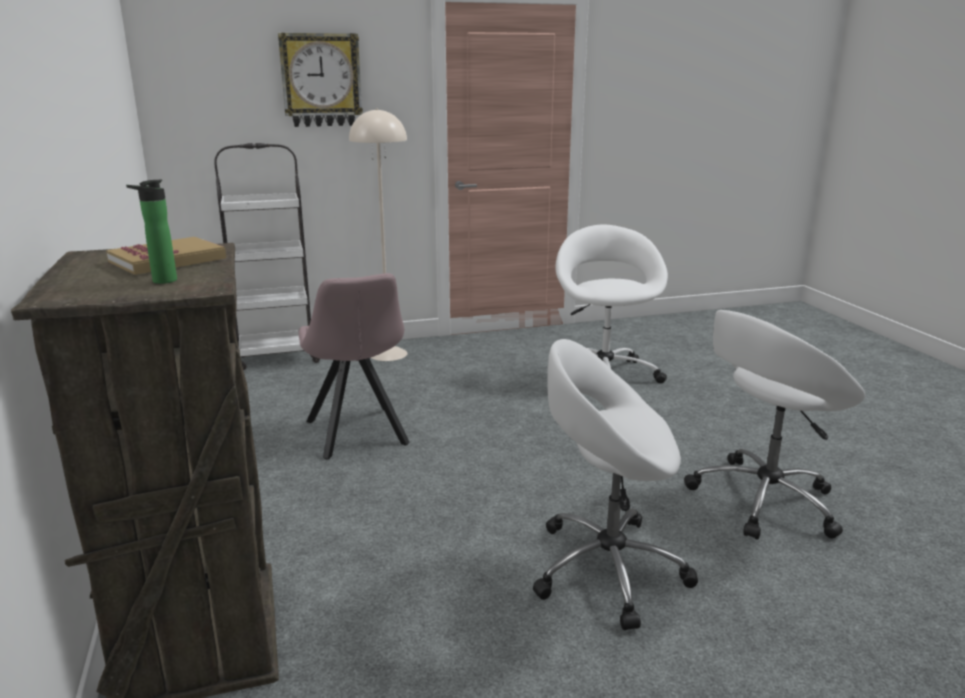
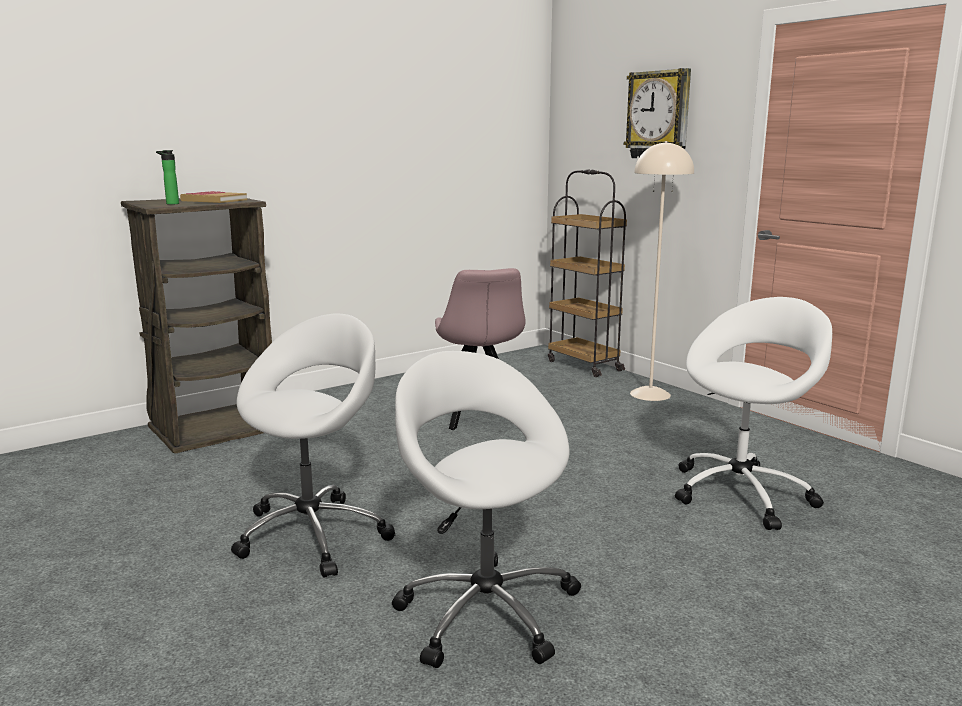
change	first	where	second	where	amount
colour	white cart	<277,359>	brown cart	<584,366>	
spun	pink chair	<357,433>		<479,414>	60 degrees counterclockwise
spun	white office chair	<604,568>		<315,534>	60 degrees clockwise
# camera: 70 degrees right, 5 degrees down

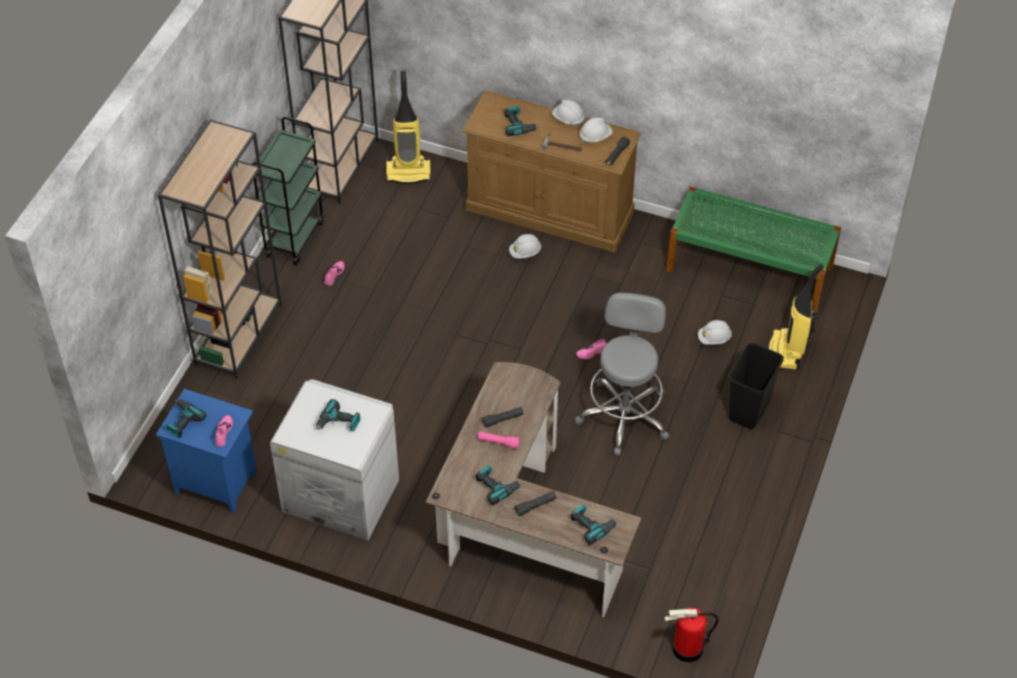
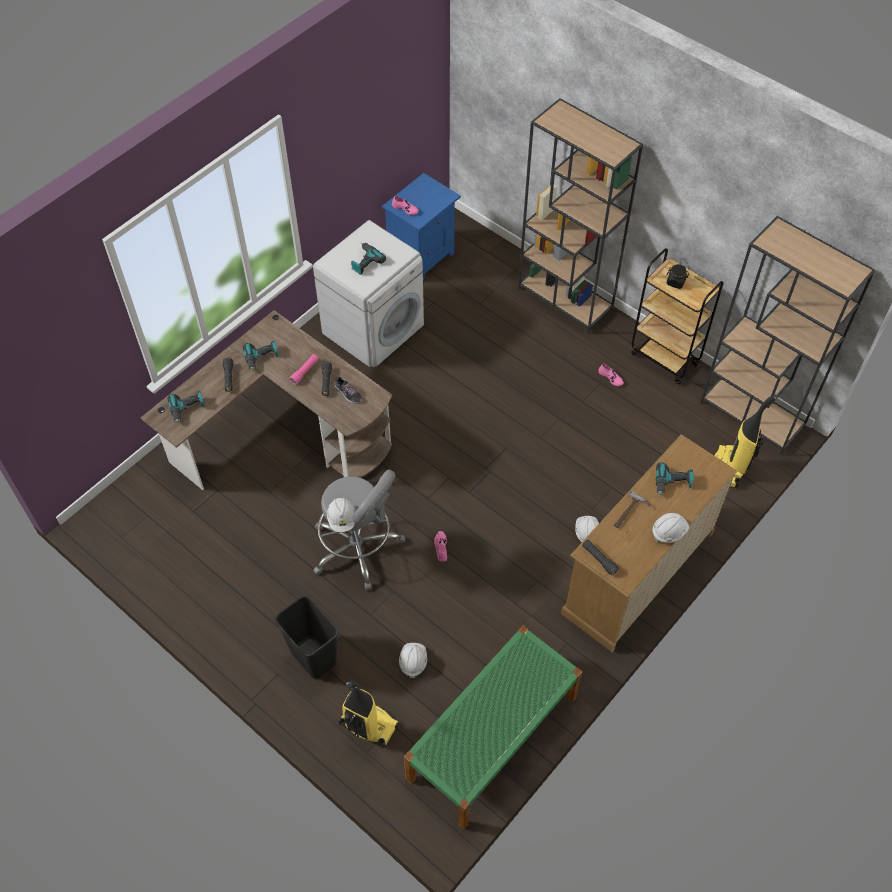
change	first	where	second	where	amount
colour	green cart	<294,238>	brown cart	<665,360>	
relocated	white hard hat	<595,137>		<342,519>	
missing	power drill	<182,421>			
missing	fire extinguisher	<687,649>			
appeared			black jar	<676,282>	
appeared			shoe	<348,393>	
# camera: 110 degrees right, 5 degrees up

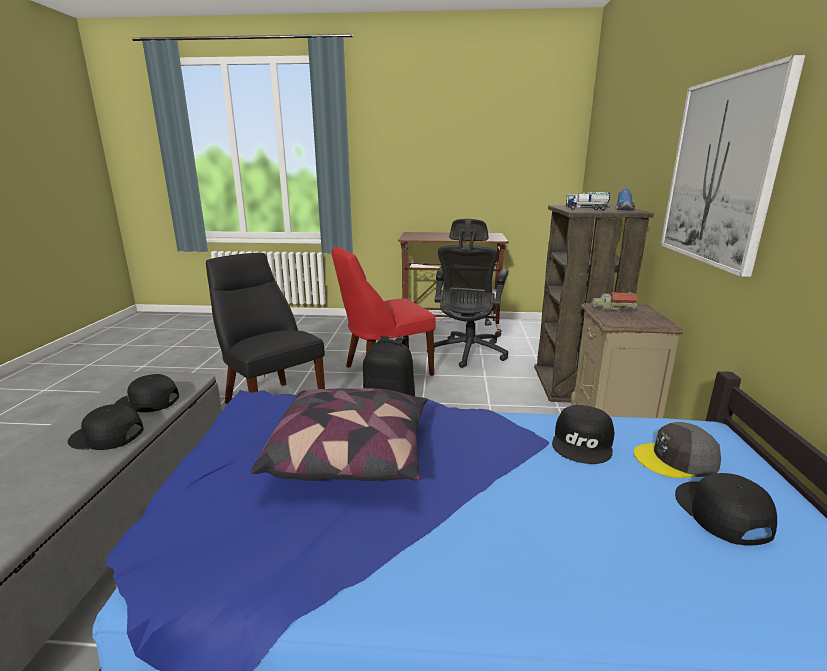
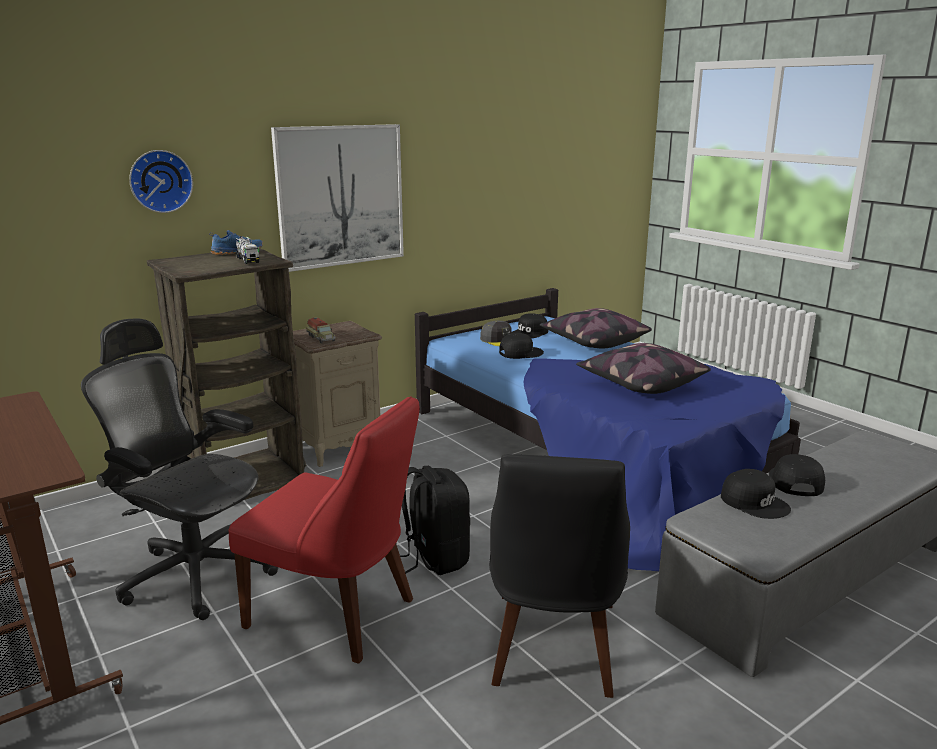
change	first	where	second	where	amount
spun	office chair	<467,354>		<193,573>	120 degrees counterclockwise
spun	black cap	<106,436>		<794,481>	135 degrees counterclockwise
appeared			wall clock	<160,181>	
appeared			pillow	<593,342>	
# camera: 130 degrees left, 0 degrees up

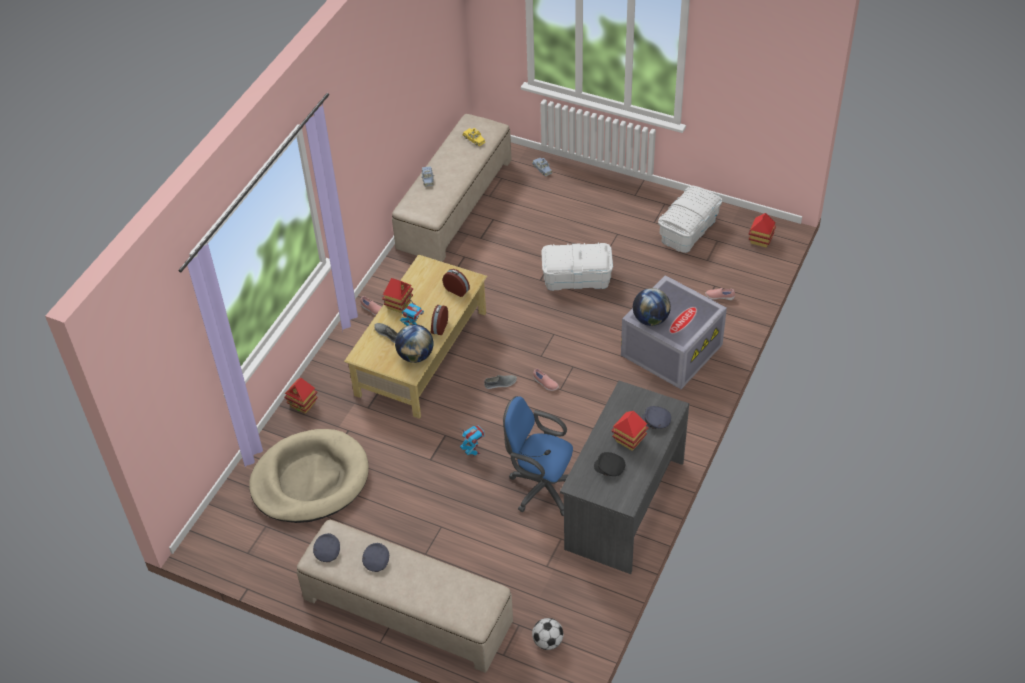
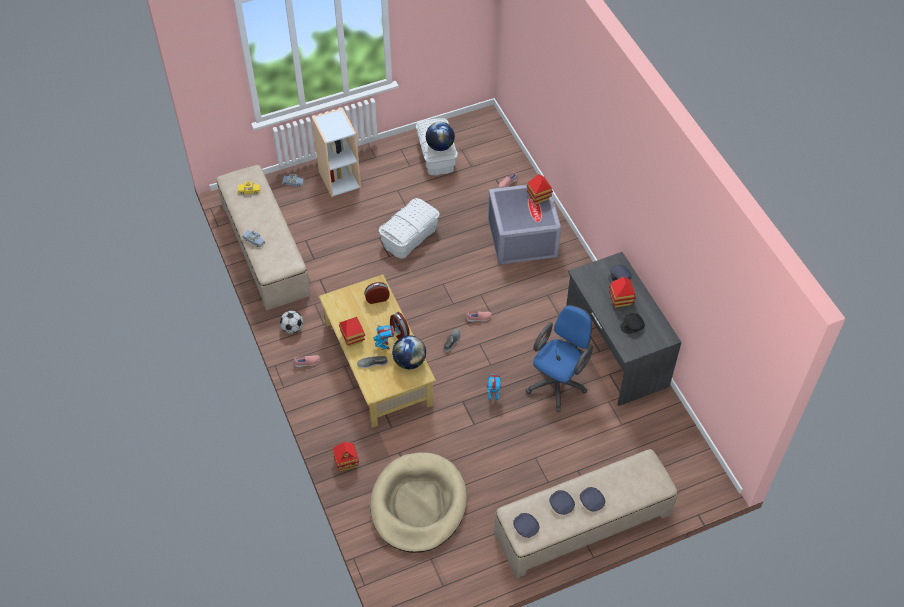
change	first	where	second	where	amount
relocated	toy house	<760,240>		<538,197>	
relocated	globe	<650,319>		<440,146>	
spun	blue office chair	<540,487>		<558,382>	150 degrees clockwise
relocated	football	<547,641>		<292,328>	
appeared			bookcase	<340,178>	
appeared			grey cap	<591,501>	
# camera: 50 degrees left, 5 degrees up

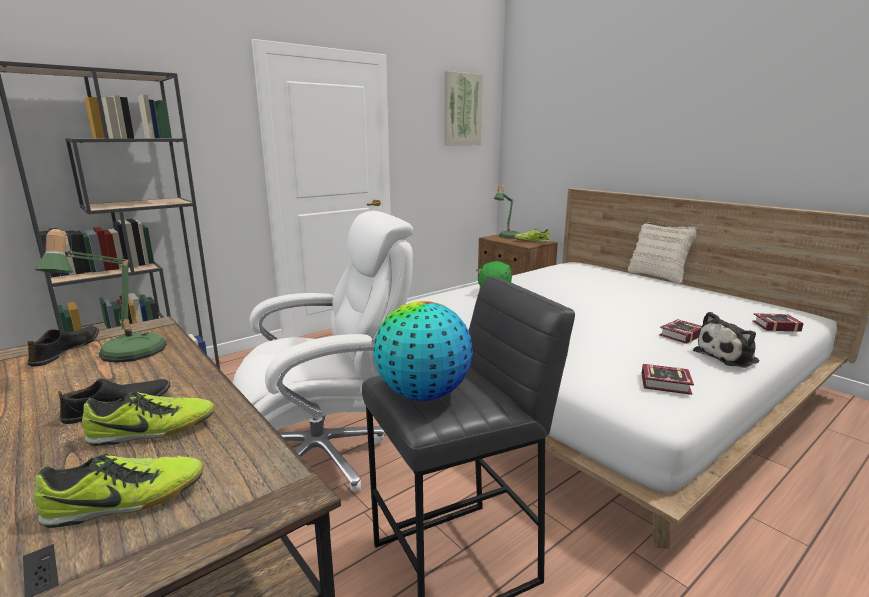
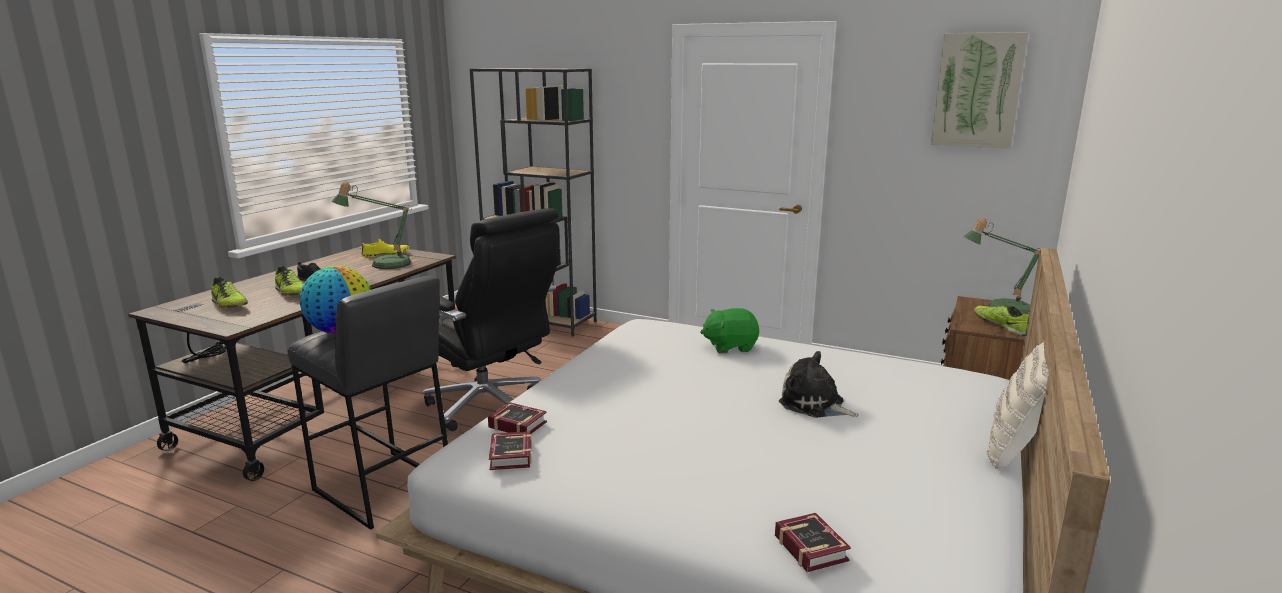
change	first	where	second	where	amount
colour	white office chair	<327,456>	black office chair	<489,407>	
relocated	plush toy	<728,356>		<814,405>	
relocated	book	<679,335>		<516,423>	
colour	black shoe	<66,350>	yellow shoe	<386,254>	
# camera: 65 degrees right, 0 degrees up

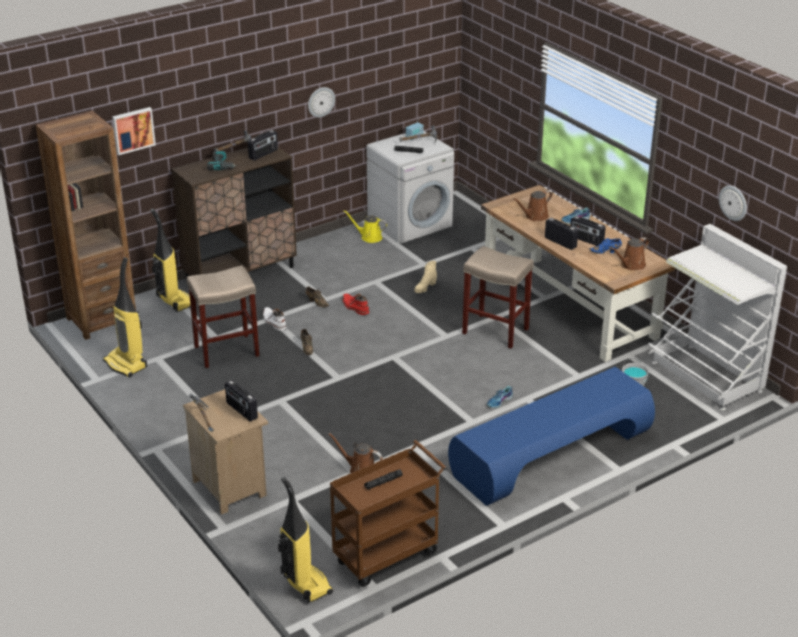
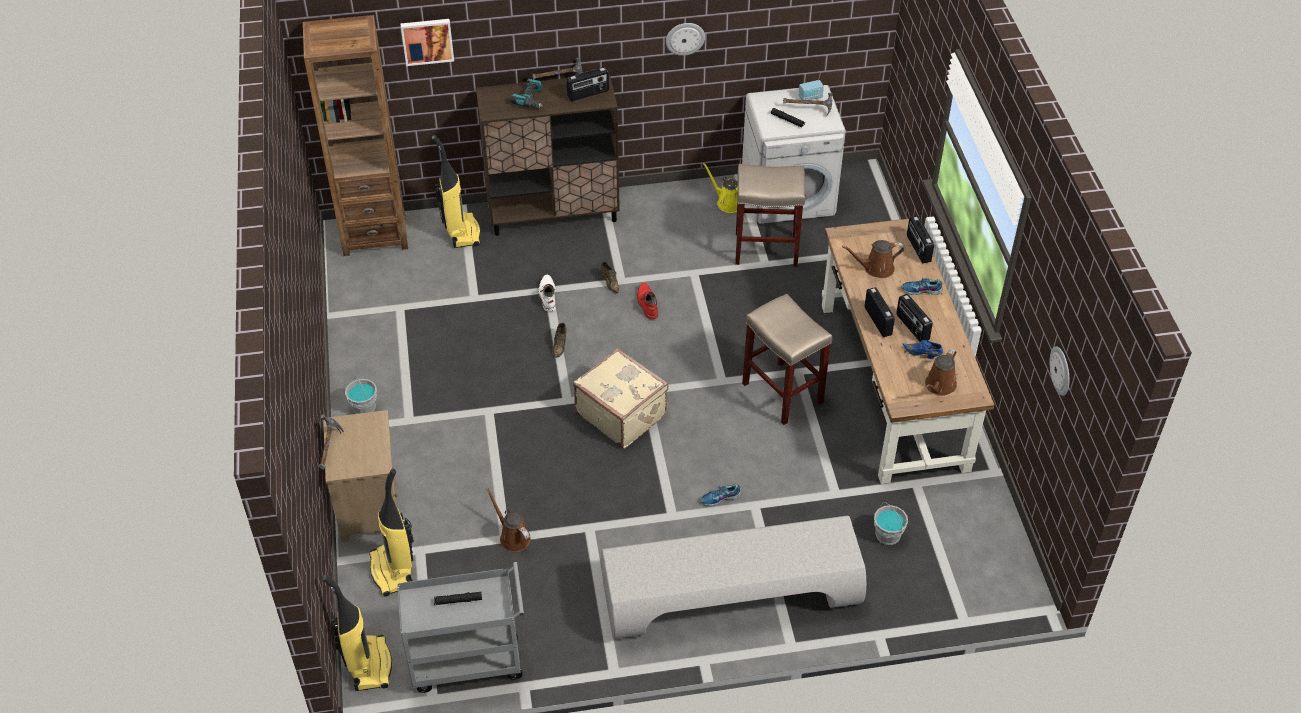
change	first	where	second	where	amount
missing	white shoe rack	<703,378>			
spun	brown watering can	<631,265>		<939,386>	45 degrees counterclockwise
relocated	vacuum cleaner	<126,364>		<393,571>	
missing	beige boot	<425,288>			
relocated	beige stool	<227,350>		<767,249>	
colour	blue bench	<551,454>	grey bench	<730,594>	
relocated	radio	<241,411>		<918,249>	
colour	brown cart	<388,557>	grey cart	<470,665>	
appeared			beige suitcase	<621,413>	
appeared			grey bucket	<364,407>	
# camera: 25 degrees right, 15 degrees up

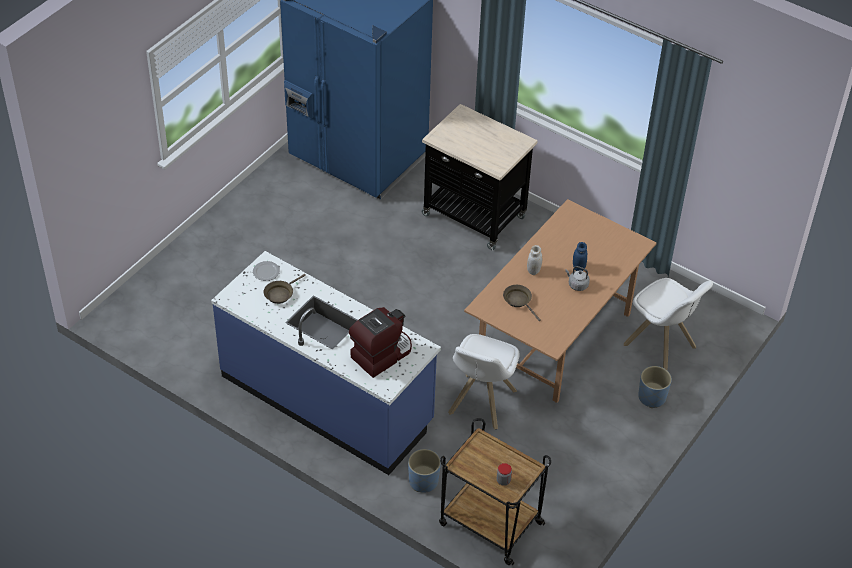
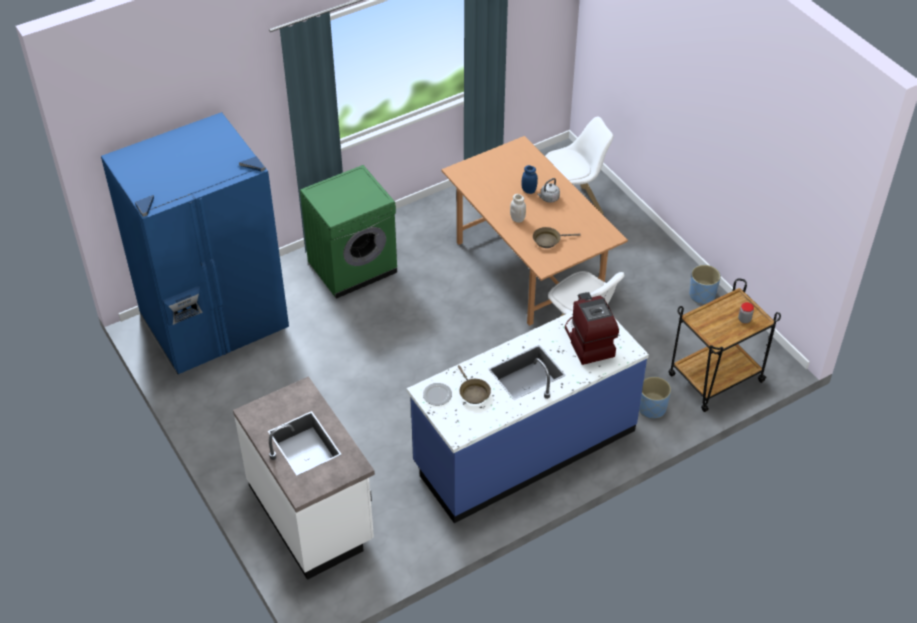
change	first	where	second	where	amount
exchanged	black cart	<474,217>	green washing machine	<353,268>	
relocated	blue planter	<652,397>		<702,295>	
appeared			white counter	<312,514>	
# camera: 65 degrees left, 0 degrees up

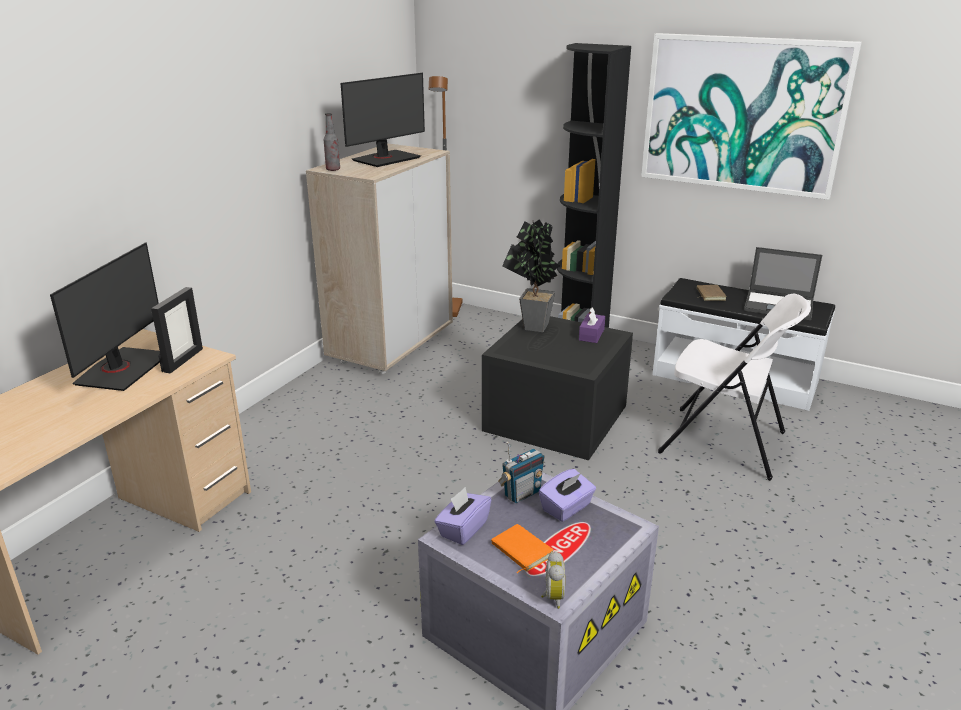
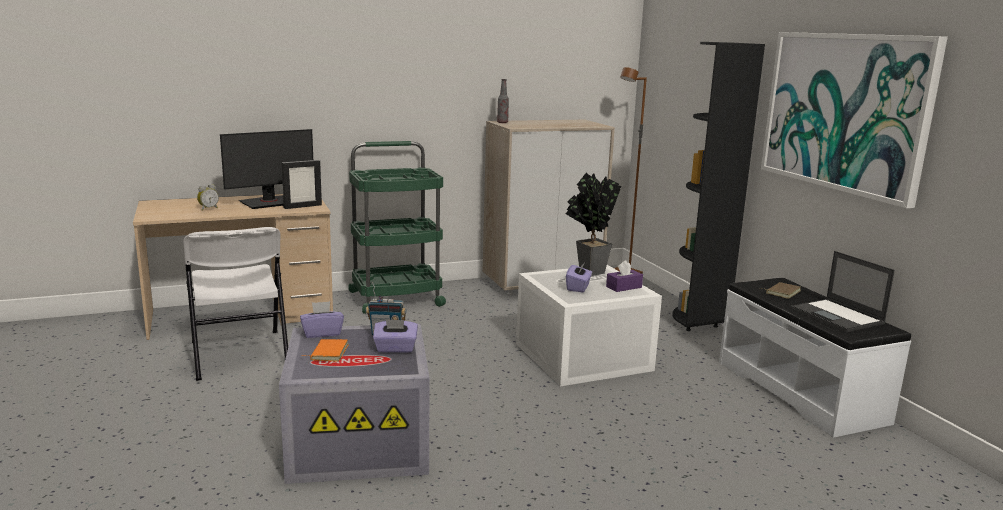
change	first	where	second	where	amount
missing	monitor	<386,159>			
relocated	white chair	<722,442>		<239,355>	
colour	black storage box	<556,419>	white storage box	<582,358>	
relocated	alarm clock	<551,597>		<208,209>	
appeared			green cart	<396,299>	
appeared			purple tissue box	<578,287>	
# camera: 40 degrees right, 10 degrees down

